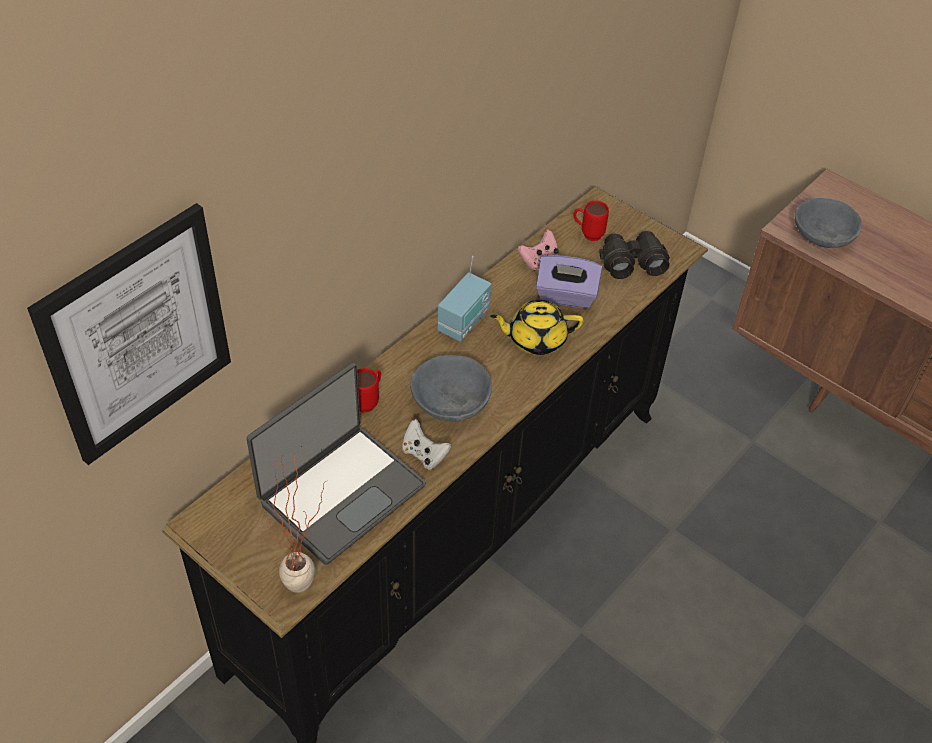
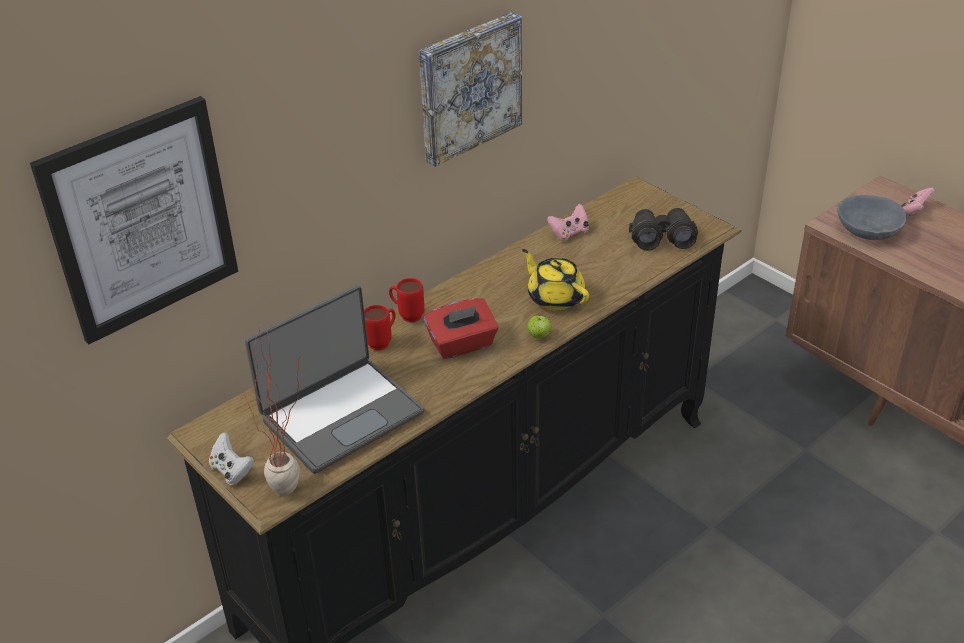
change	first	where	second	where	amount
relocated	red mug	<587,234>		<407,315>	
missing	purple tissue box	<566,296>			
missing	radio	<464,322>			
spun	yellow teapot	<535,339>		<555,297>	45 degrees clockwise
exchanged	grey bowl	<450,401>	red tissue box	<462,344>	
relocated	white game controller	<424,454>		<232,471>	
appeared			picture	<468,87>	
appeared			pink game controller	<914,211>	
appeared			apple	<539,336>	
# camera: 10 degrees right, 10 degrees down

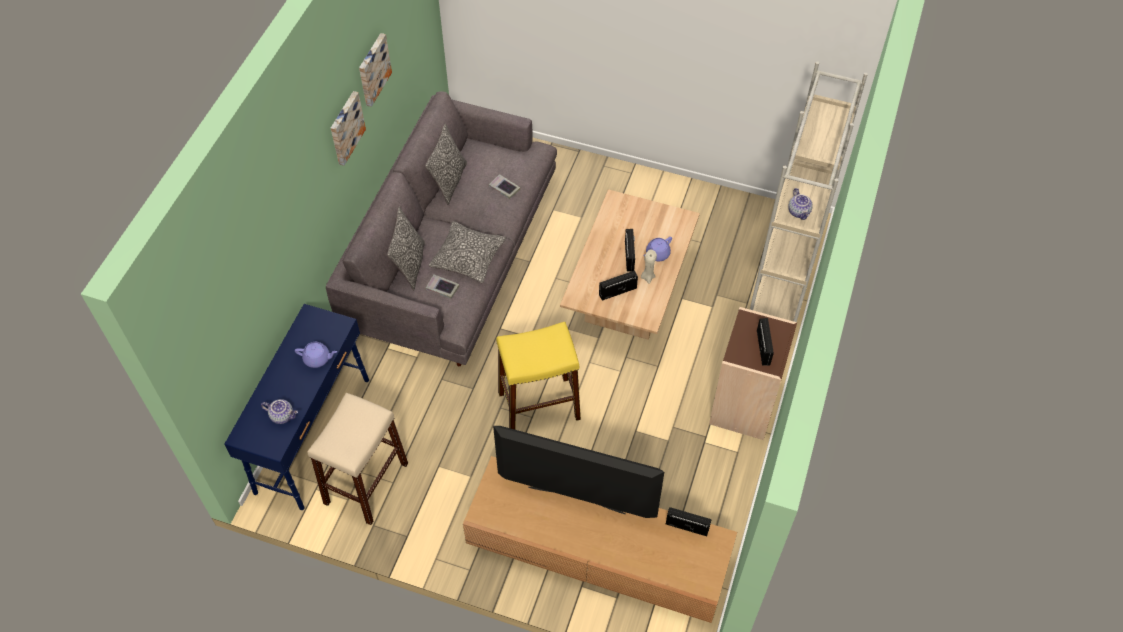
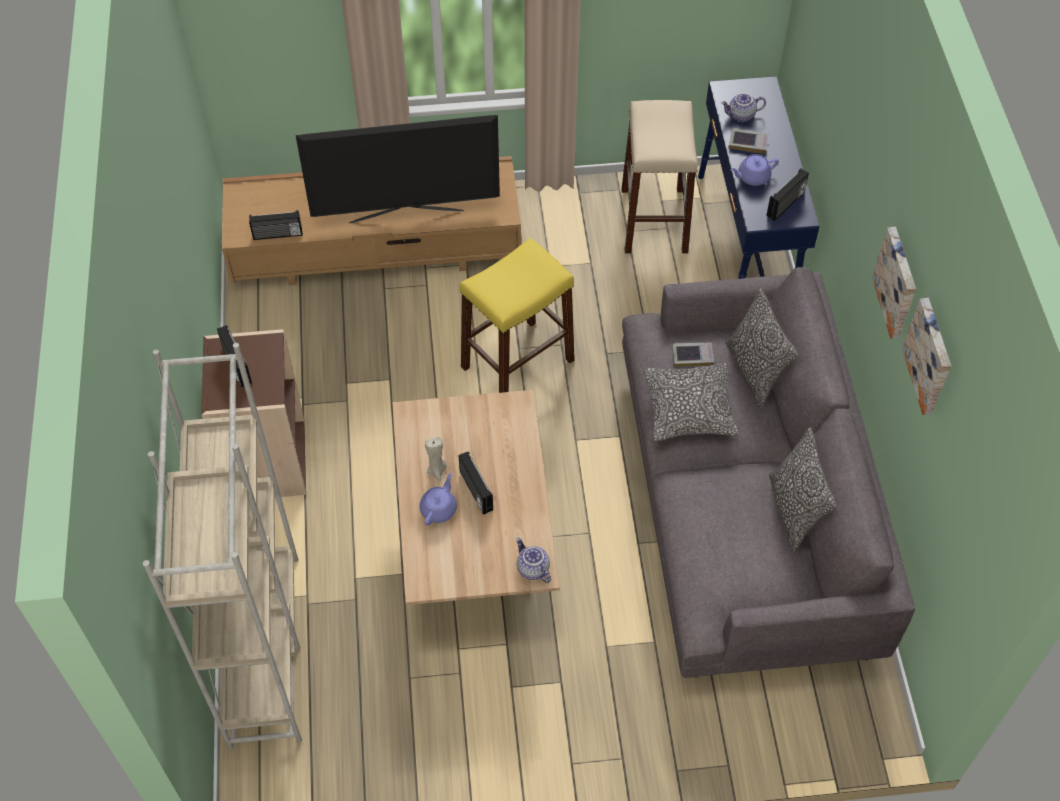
change	first	where	second	where	amount
relocated	book	<504,188>		<748,143>	
relocated	teapot	<799,212>		<532,569>	
relocated	radio	<617,291>		<786,204>	
# camera: 155 degrees right, 0 degrees up

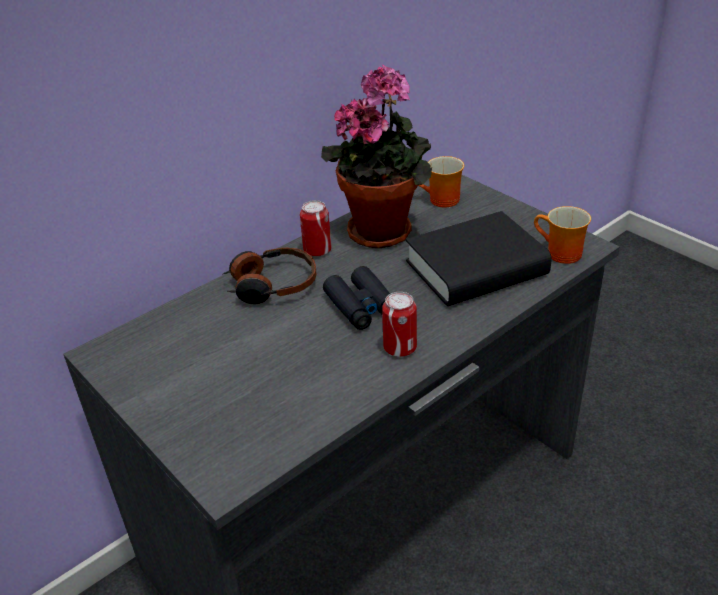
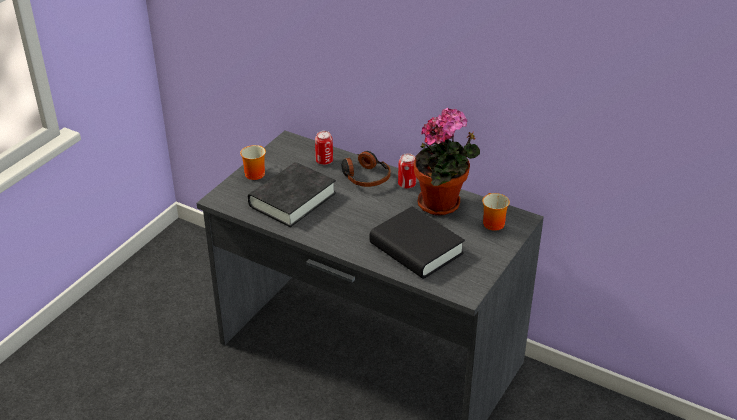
change	first	where	second	where	amount
relocated	mug	<559,254>		<254,172>	
missing	black binoculars	<362,306>			
relocated	can	<400,348>		<324,161>	
appeared			black book	<292,200>	
# camera: 70 degrees right, 0 degrees up

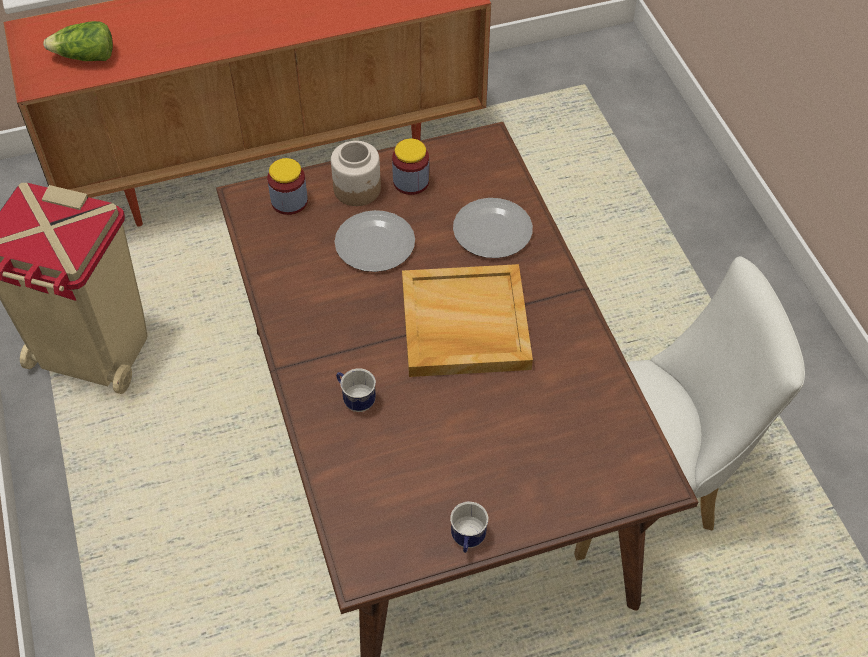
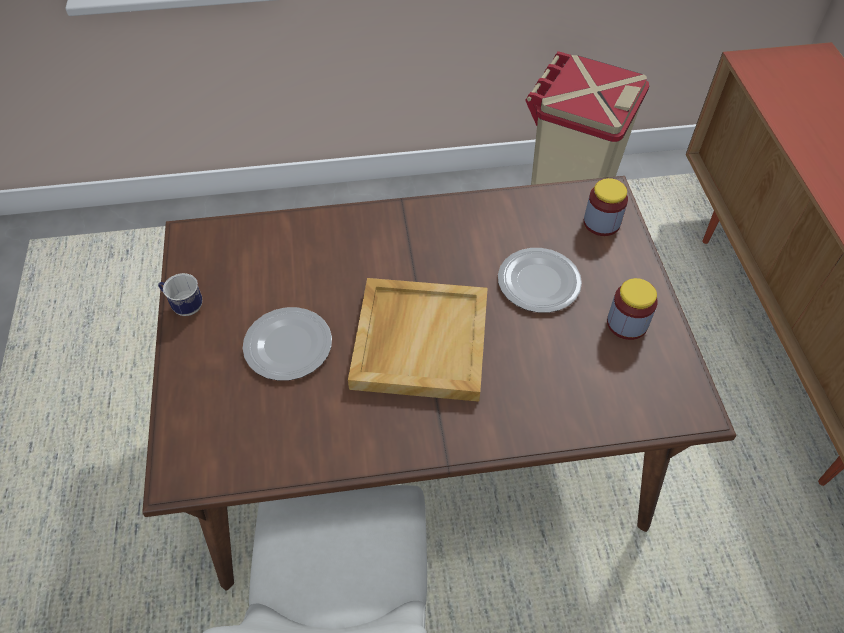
change	first	where	second	where	amount
missing	lettuce	<86,57>			
missing	jar	<357,189>			
relocated	plate	<491,231>		<288,344>	
missing	mug	<355,400>			
# camera: 100 degrees right, 0 degrees up

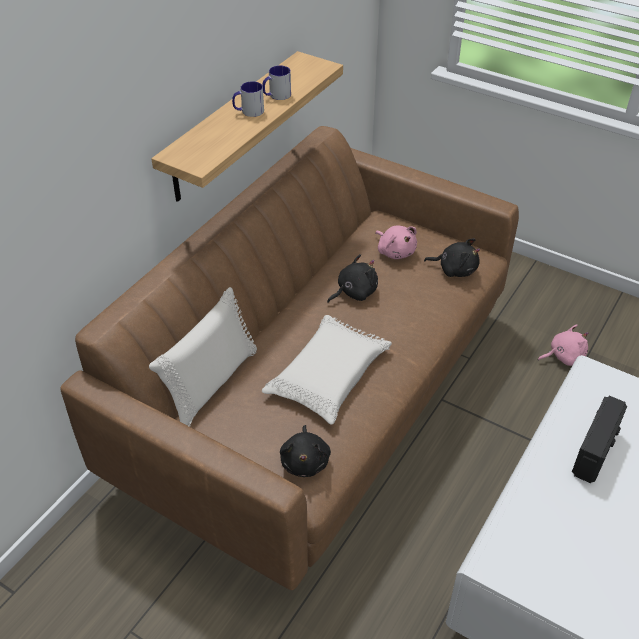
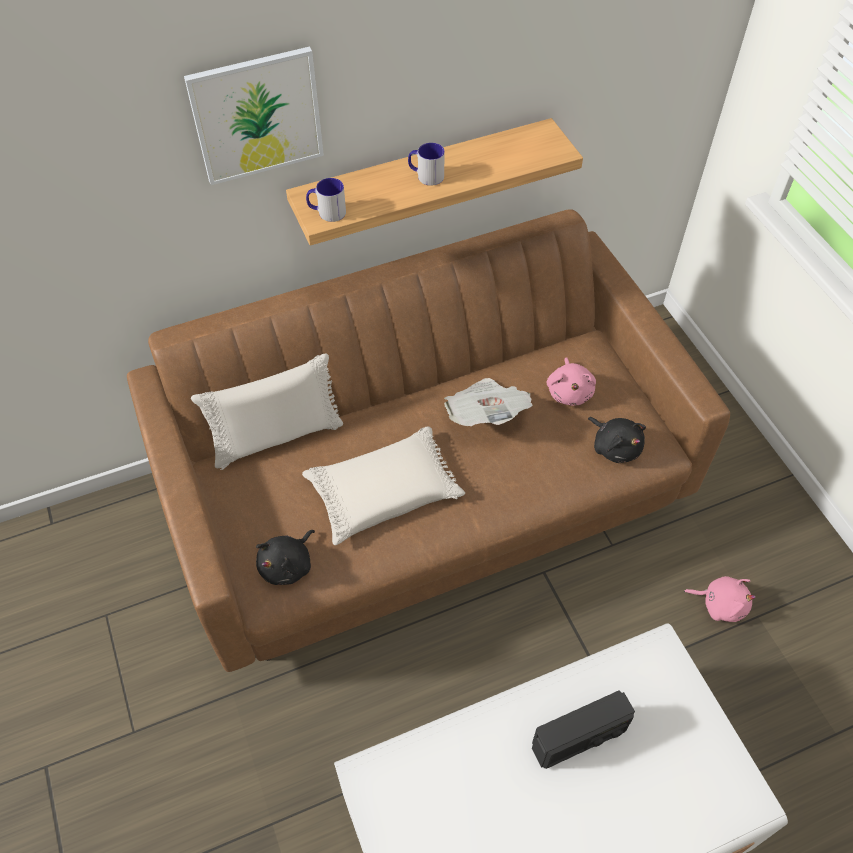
change	first	where	second	where	amount
relocated	mug	<276,96>		<327,212>	
exchanged	black plush toy	<354,292>	newspaper	<485,415>	
appeared			picture	<257,116>	
# camera: 35 degrees right, 10 degrees up

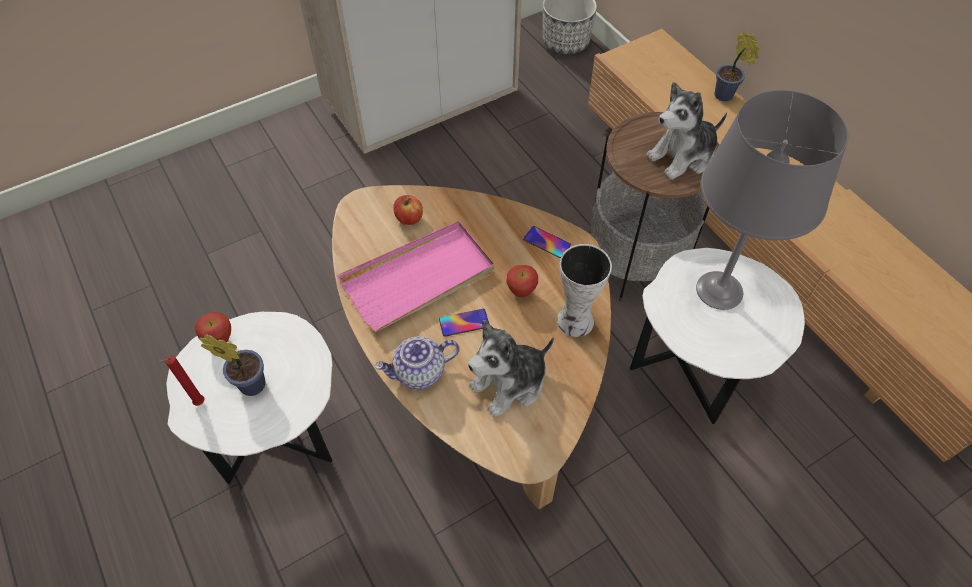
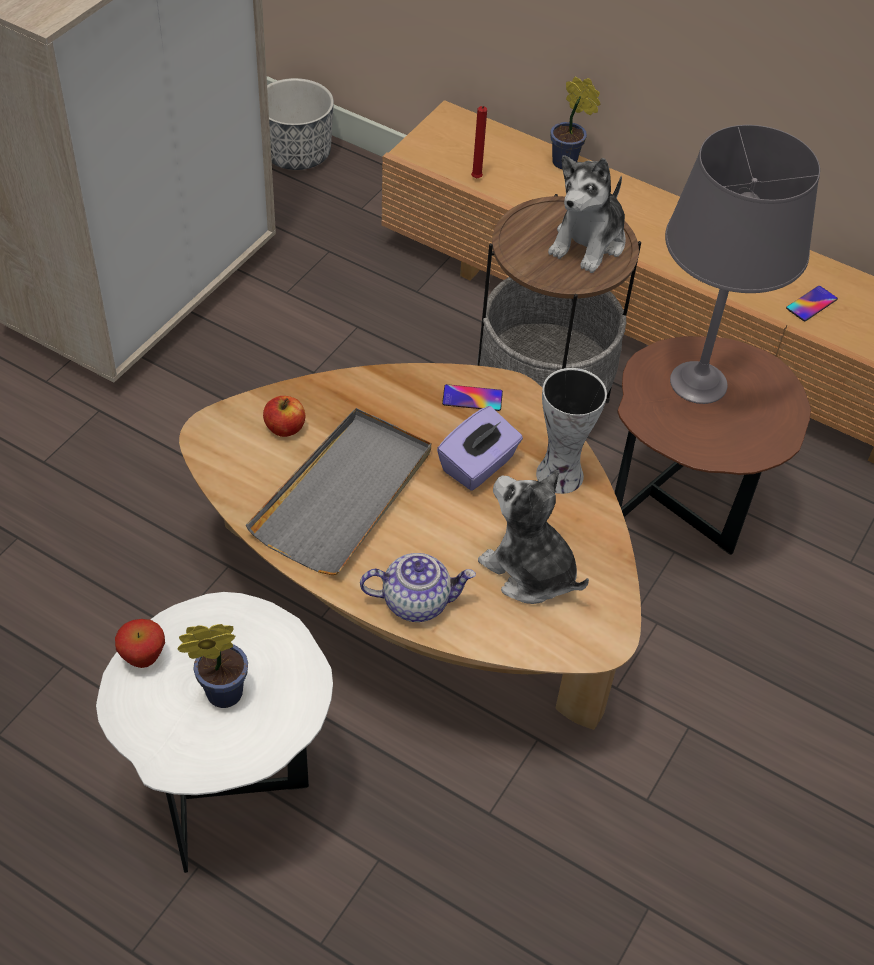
change	first	where	second	where	amount
colour	pink tray	<419,278>	grey tray	<345,494>	
colour	white side table	<690,380>	brown side table	<680,516>	
exchanged	apple	<521,292>	purple tissue box	<478,465>	
relocated	phone	<464,322>		<811,304>	
spun	plush toy	<510,383>		<529,571>	105 degrees clockwise
spun	teapot	<419,373>		<416,601>	135 degrees counterclockwise
relocated	red candle	<198,404>		<476,179>	
# camera: 30 degrees left, 5 degrees down

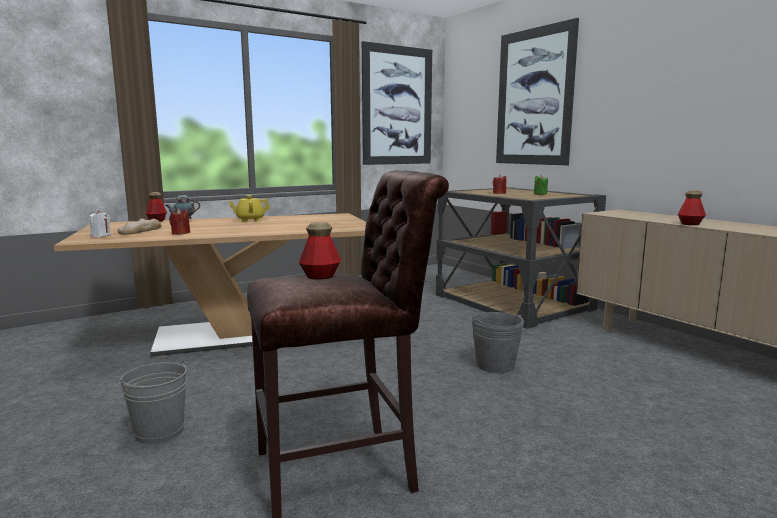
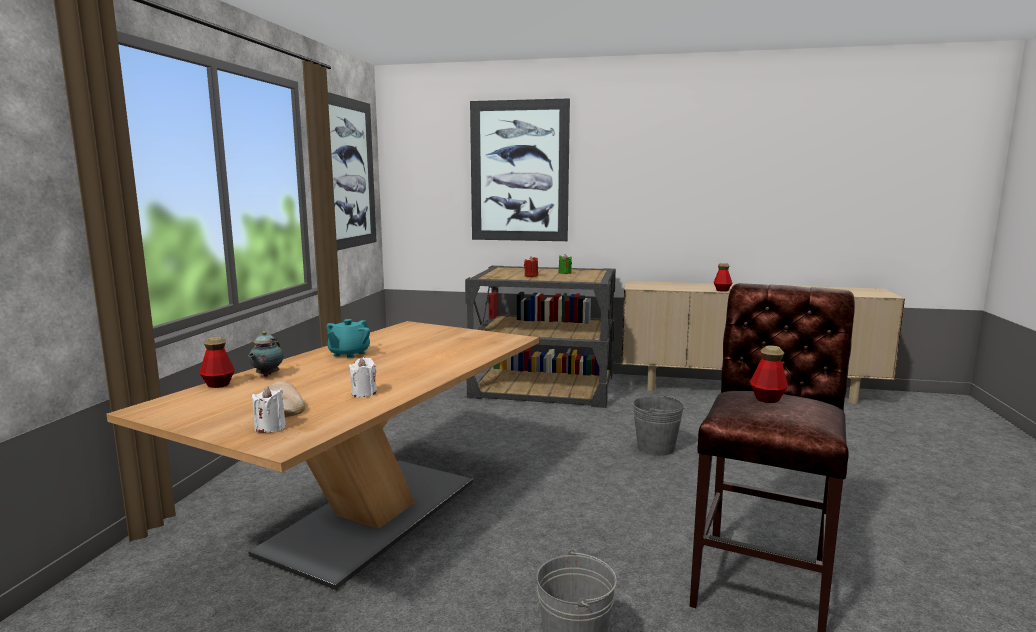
change	first	where	second	where	amount
colour	yellow teapot	<250,220>	turquoise teapot	<349,354>	
colour	red candle	<180,233>	white candle	<364,393>	
# camera: 45 degrees left, 0 degrees up

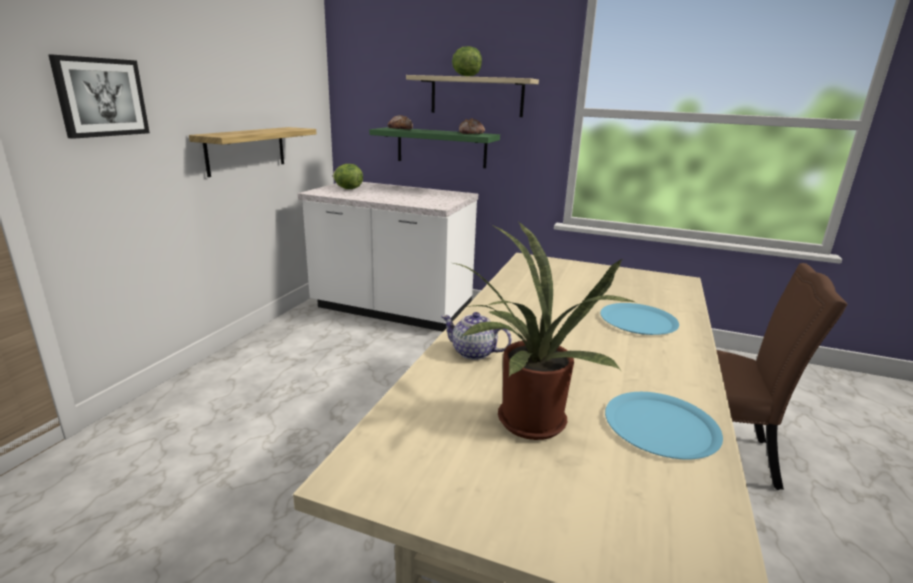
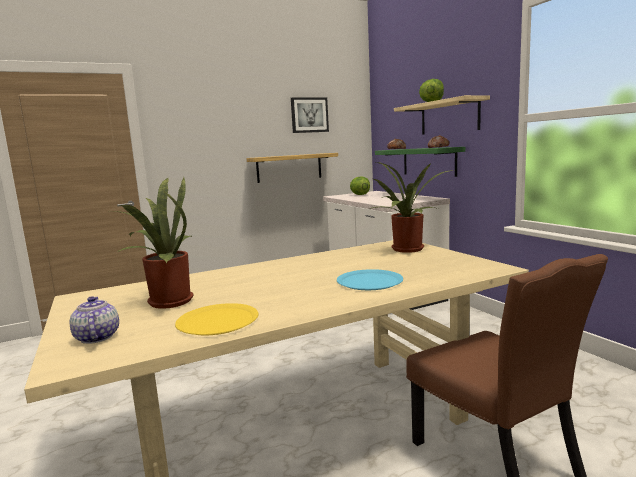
change	first	where	second	where	amount
relocated	picture	<101,97>		<309,115>	
relocated	teapot	<474,353>		<96,338>	
colour	blue plate	<661,426>	yellow plate	<218,321>	
appeared			potted plant	<407,250>	
# camera: 45 degrees right, 10 degrees down

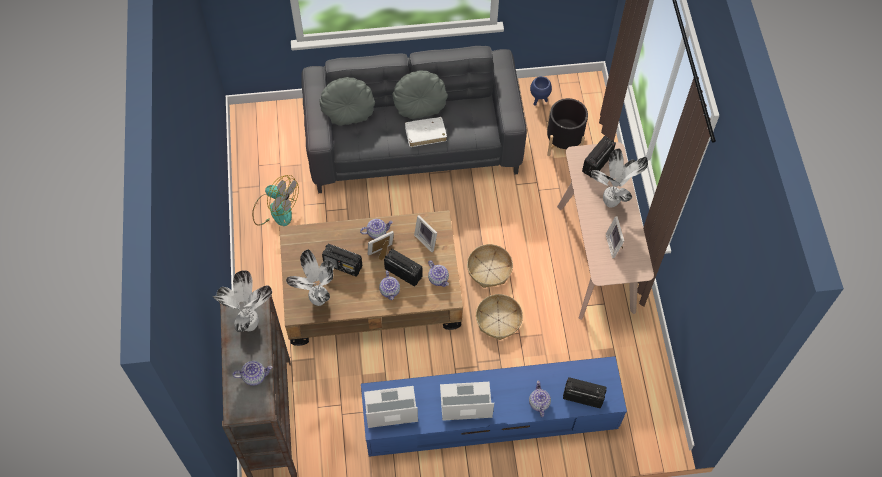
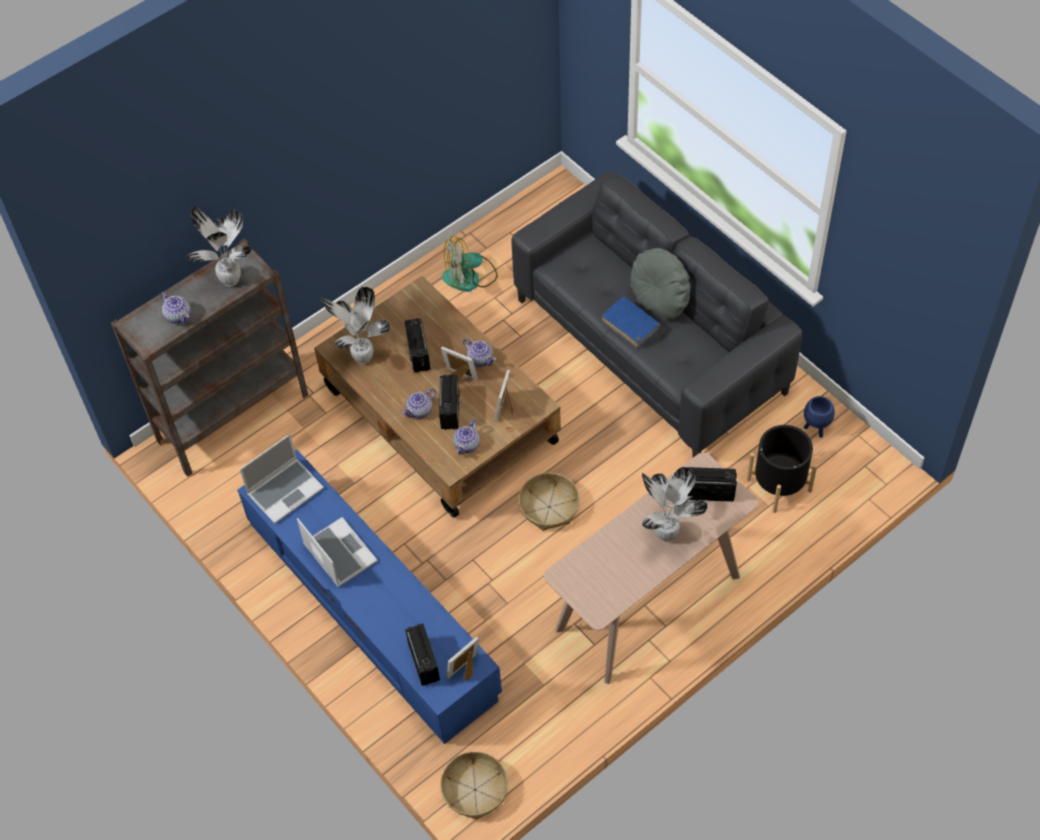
change	first	where	second	where	amount
missing	grey pillow	<348,115>			
colour	white book	<425,134>	blue book	<630,326>	
spun	fan	<275,209>		<470,277>	75 degrees clockwise
relocated	picture frame	<615,245>		<466,670>	
relocated	basket	<498,320>		<474,790>	
missing	teapot	<538,403>			
spun	laptop	<390,408>		<285,490>	90 degrees clockwise
# camera: 60 degrees right, 5 degrees down

